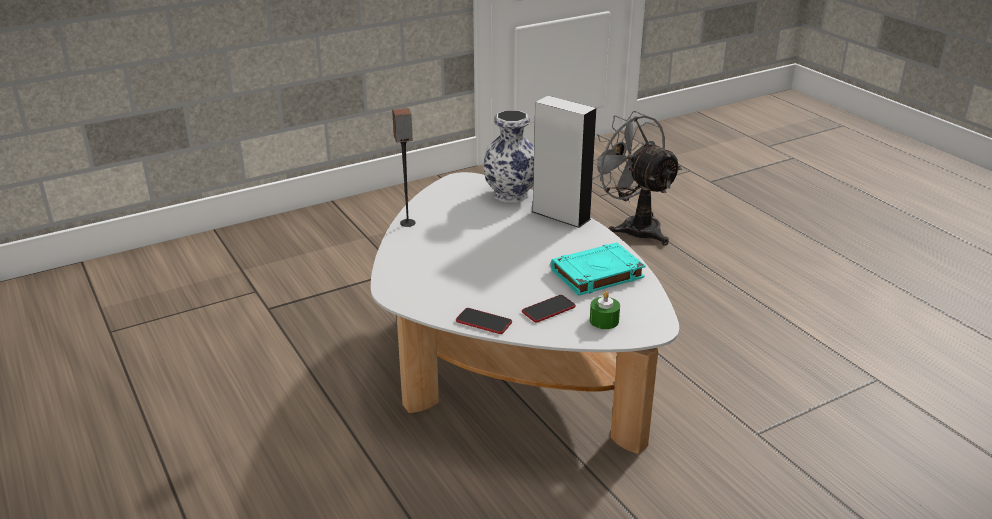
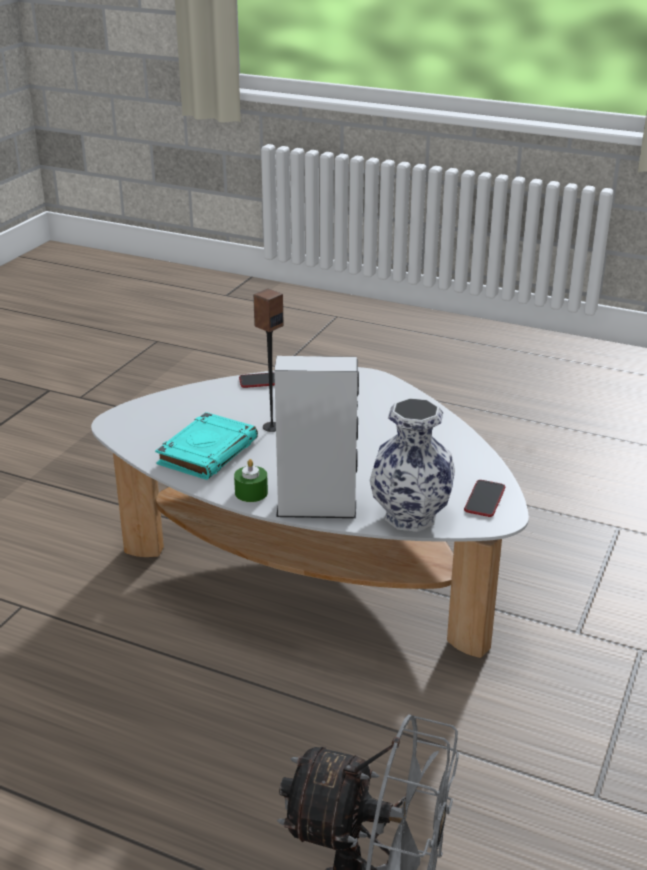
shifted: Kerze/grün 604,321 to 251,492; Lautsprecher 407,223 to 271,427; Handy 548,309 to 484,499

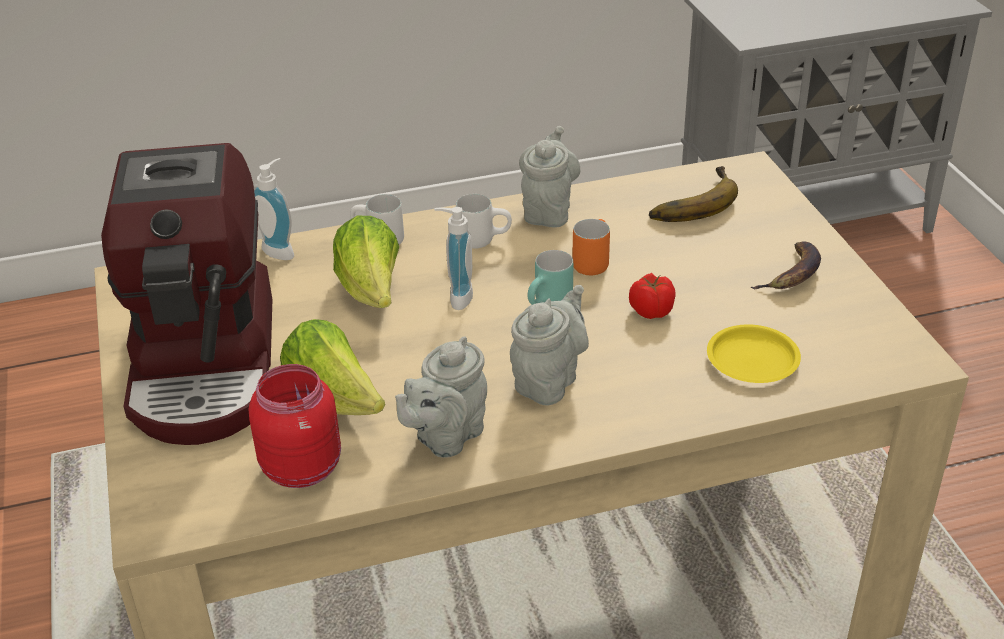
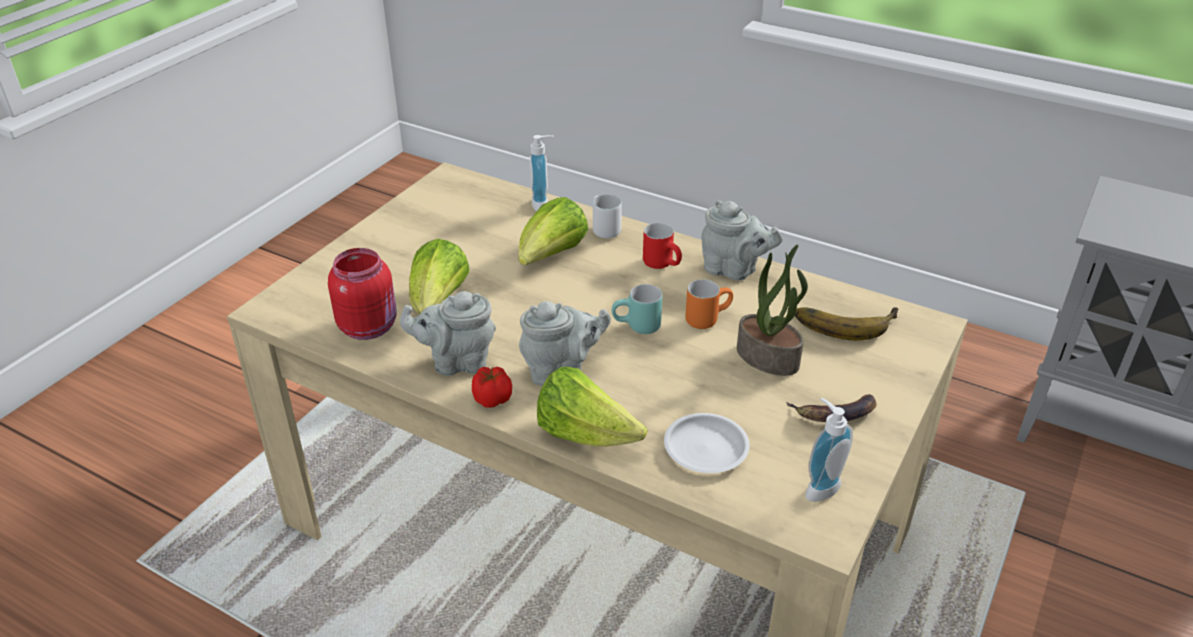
gone: Kaffeemaschine 207,365
new: Salatkopf 585,434; Topfpflanze 769,357
shifted: Tomate 650,310 to 492,398; Seifenspender 456,297 to 819,487
repainted: Henkelbecher/weiß 483,239 to Henkelbecher/rot 664,264; Teller/gelb 751,359 to Teller/weiß 705,447
rotated: Teekanne/grau 548,211 = 734,270 60 degrees clockwise

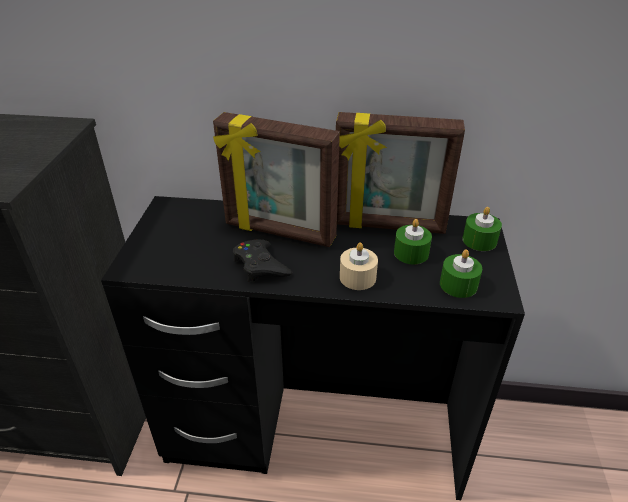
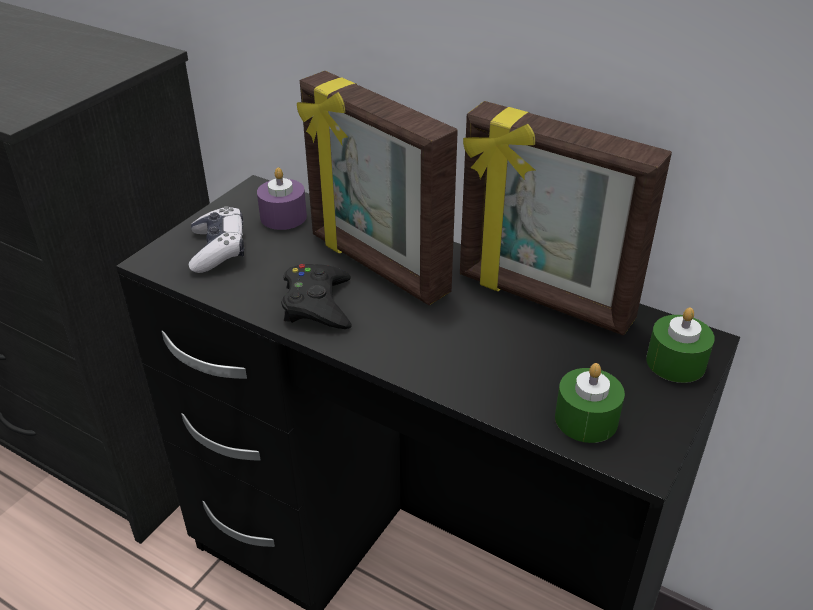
gone: Kerze/beige 357,277; Kerze/grün 411,253
new: Gamepad 218,250; Kerze/lila 283,217

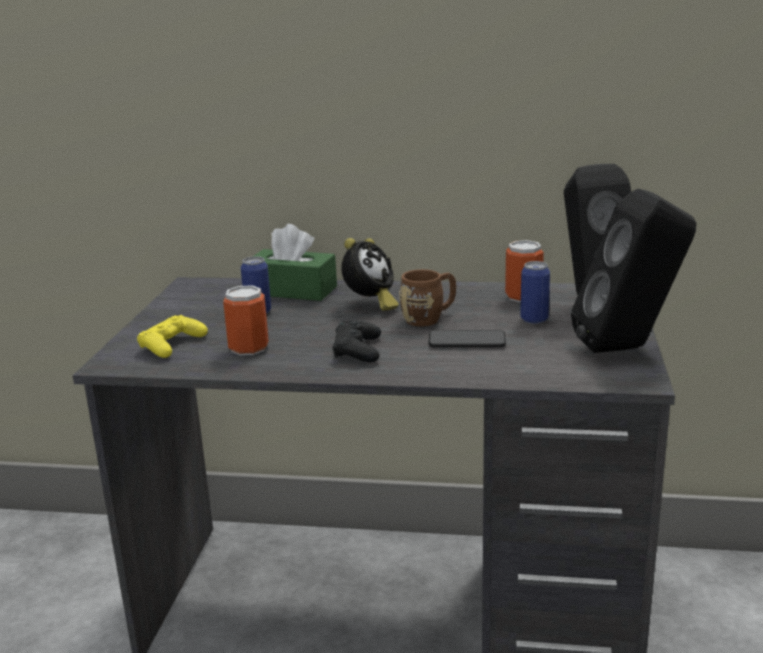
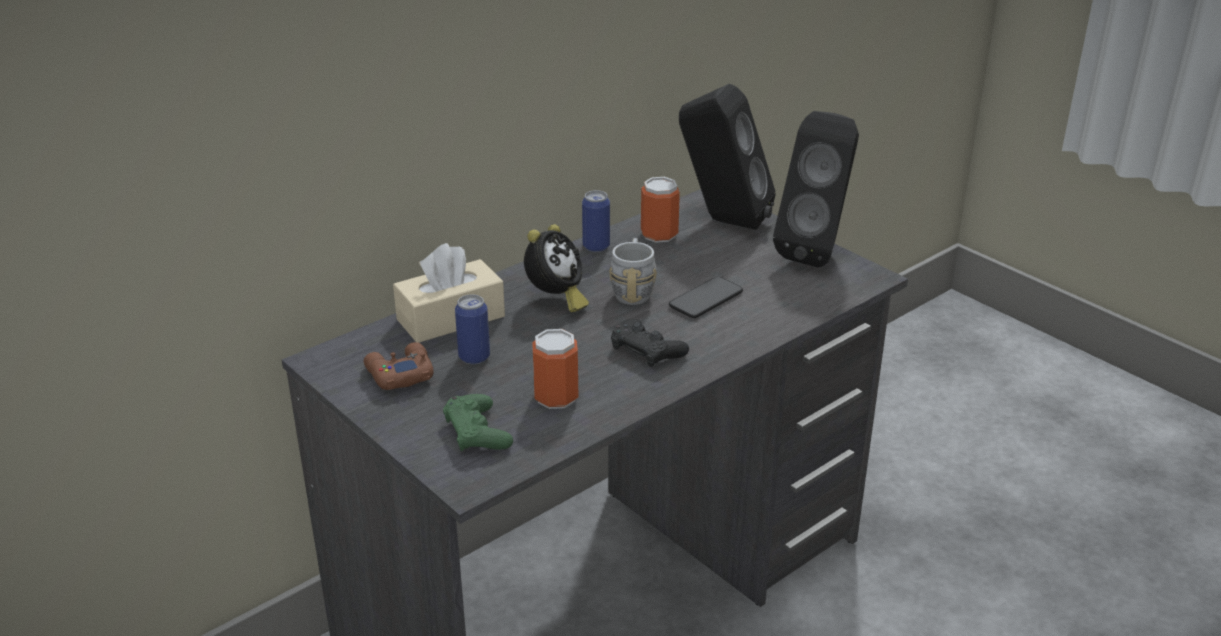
new: Gamepad/braun 399,374
shifted: Dose 534,319 to 596,246
repainted: Taschentuchbox/grün 292,290 to Taschentuchbox/beige 451,318; Gamepad/gelb 172,344 to Gamepad/grün 477,432; Henkelbecher/braun 430,318 to Henkelbecher/grau 633,290
rotated: Wecker 370,304 = 555,299 45 degrees clockwise

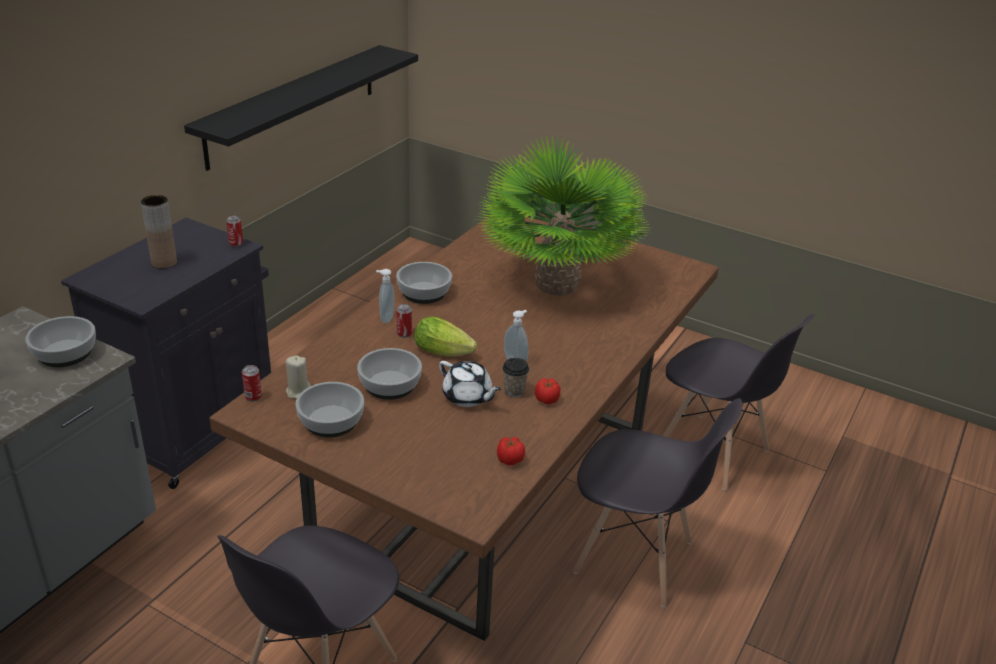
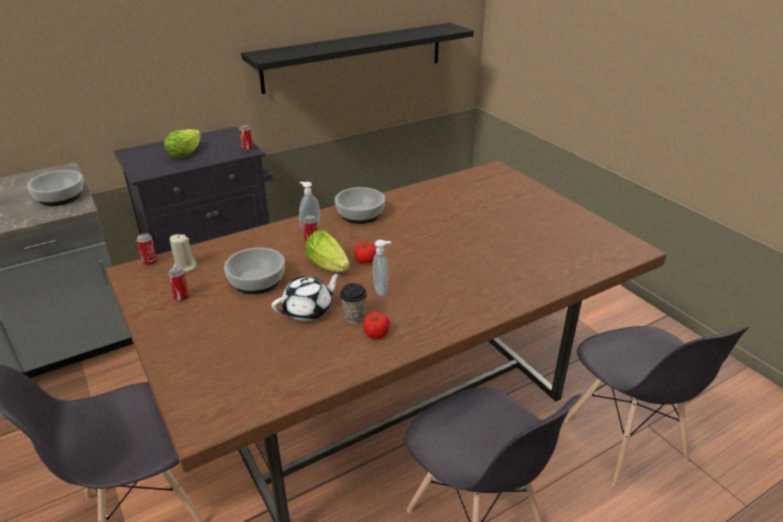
gone: Topfpflanze 556,284
shifted: Tomate 509,459 to 365,260
swapped: Vase/braun 164,263 to Salatkopf 187,152; Schüssel 330,421 to Dose 181,297
rotated: Teekanne/weiß 468,397 = 308,310 105 degrees counterclockwise

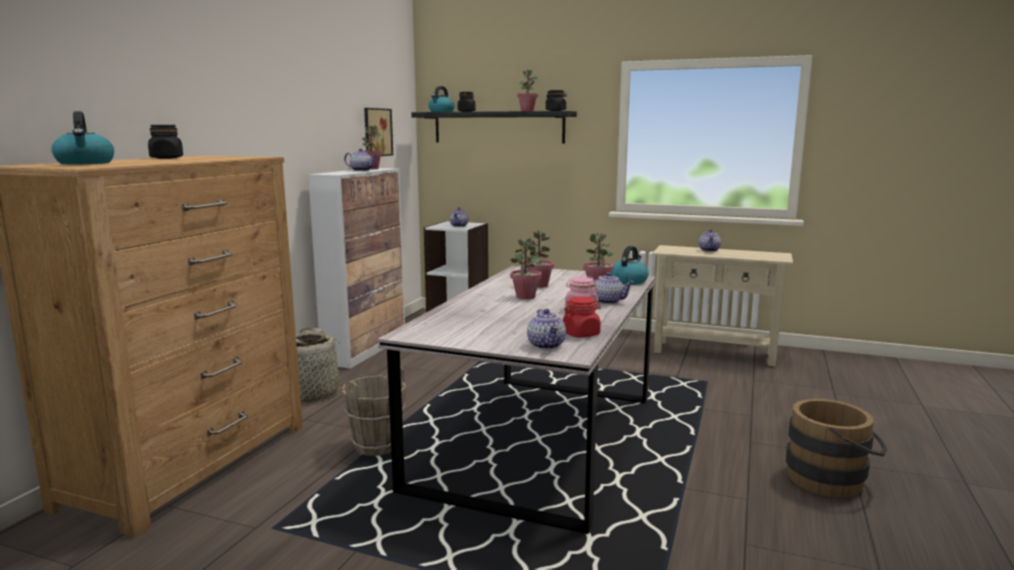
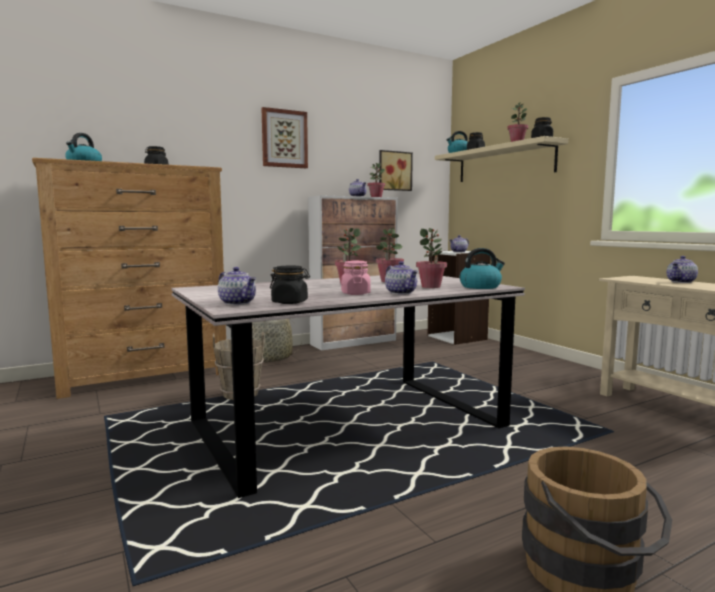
new: Bild 284,139
repainted: Vorratsglas/rot 581,334 to Vorratsglas/schwarz 290,302; Wandregal/schwarz 498,127 to Wandregal/beige 504,163
rotated: Teekanne 547,345 = 238,303 75 degrees counterclockwise

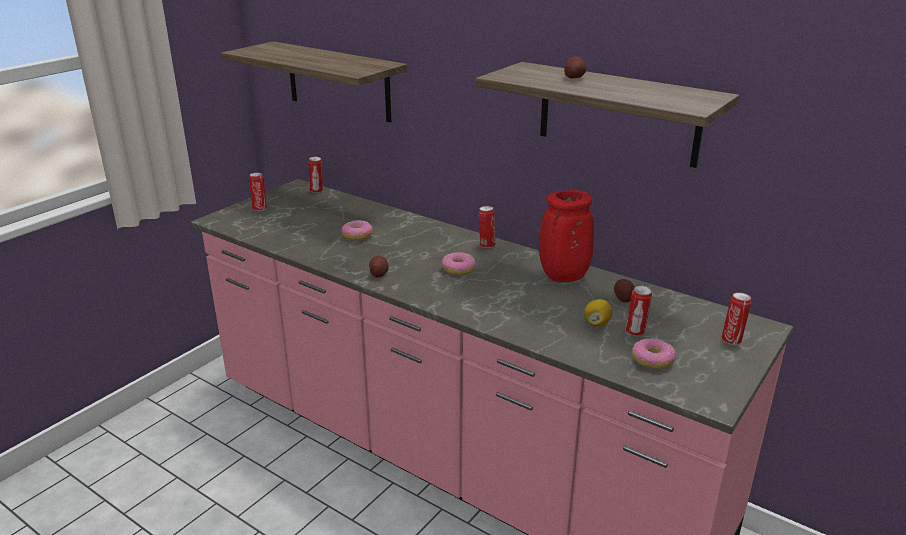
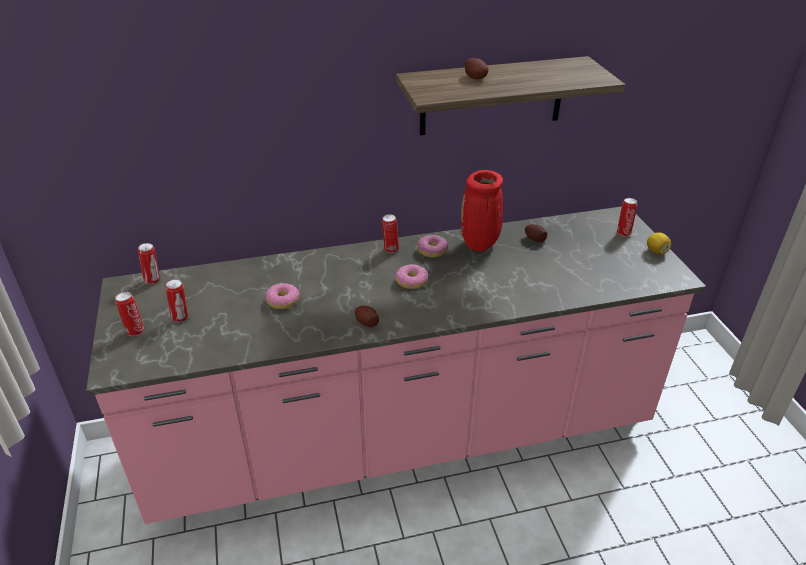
gone: Wandregal 338,81
shifted: Dose 635,332 to 181,317; Donut 652,360 to 432,251; Zitrone 597,323 to 656,251

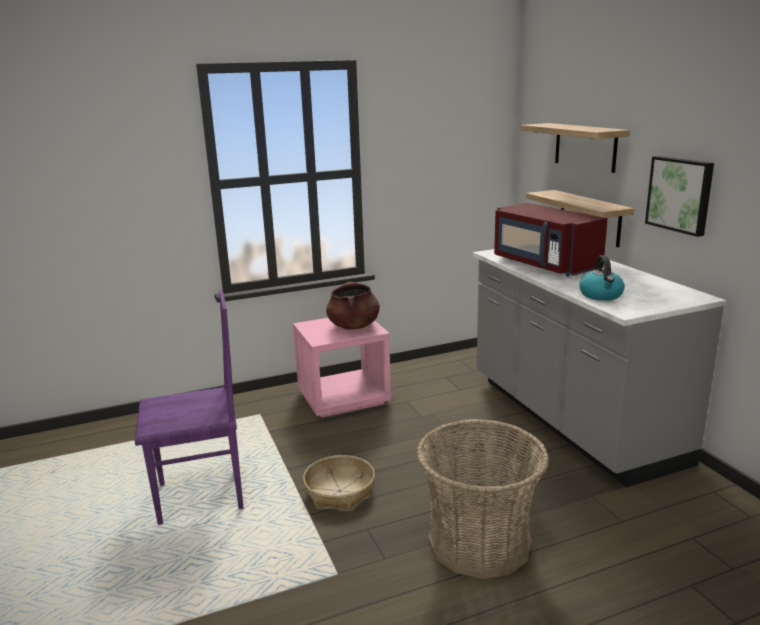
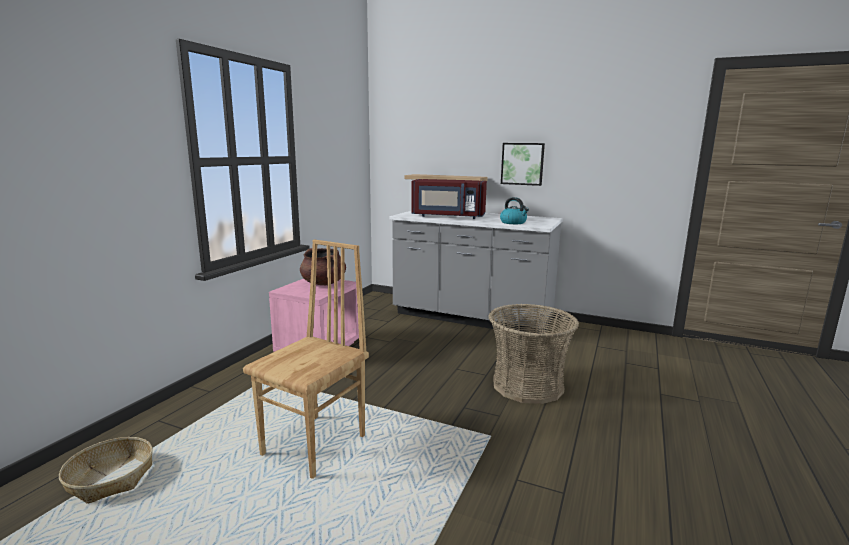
gone: Wandregal 585,147
shifted: Korb 339,491 to 110,478
repainted: Stuhl/lila 201,498 to Stuhl/braun 316,445

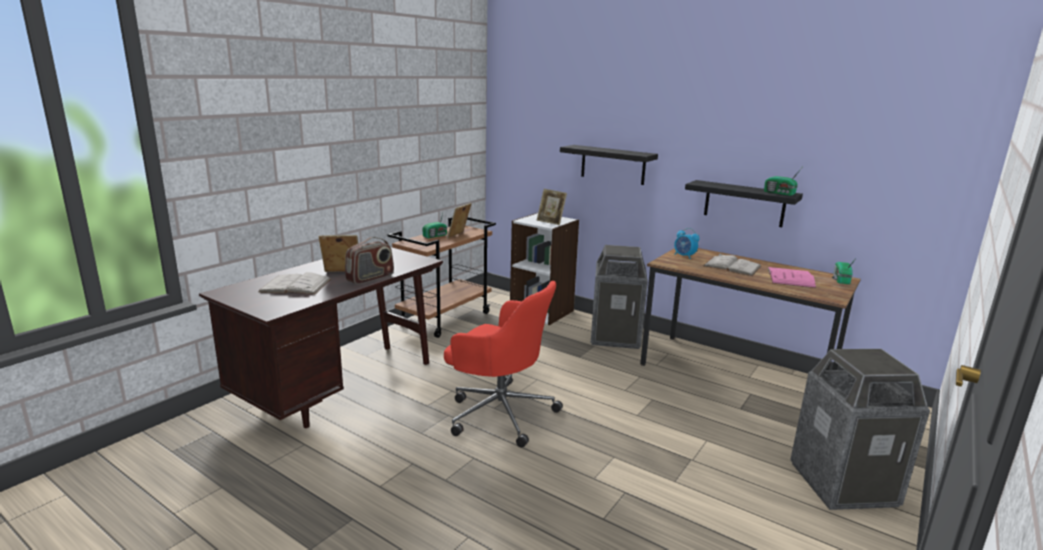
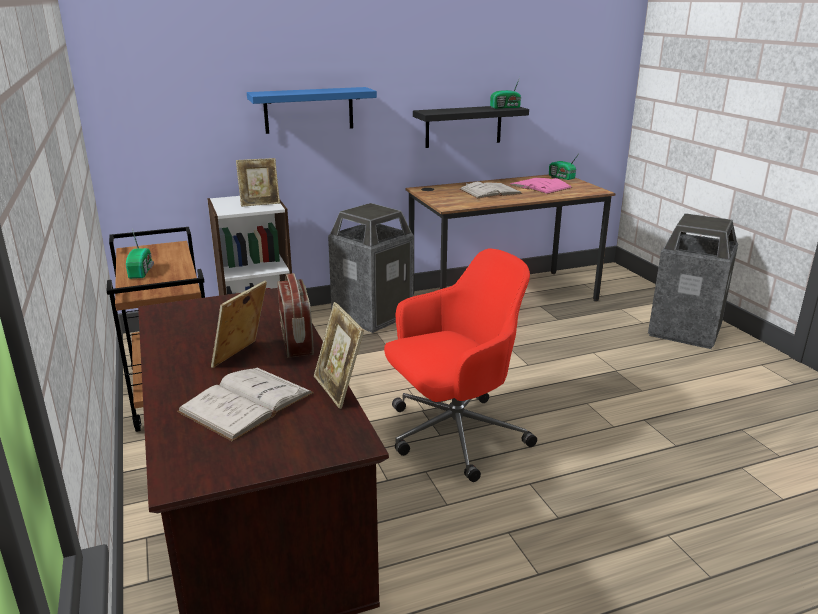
gone: Wecker 684,256
shifted: Bilderrahmen 459,236 to 339,389
repainted: Wandregal/schwarz 613,164 to Wandregal/blau 309,110

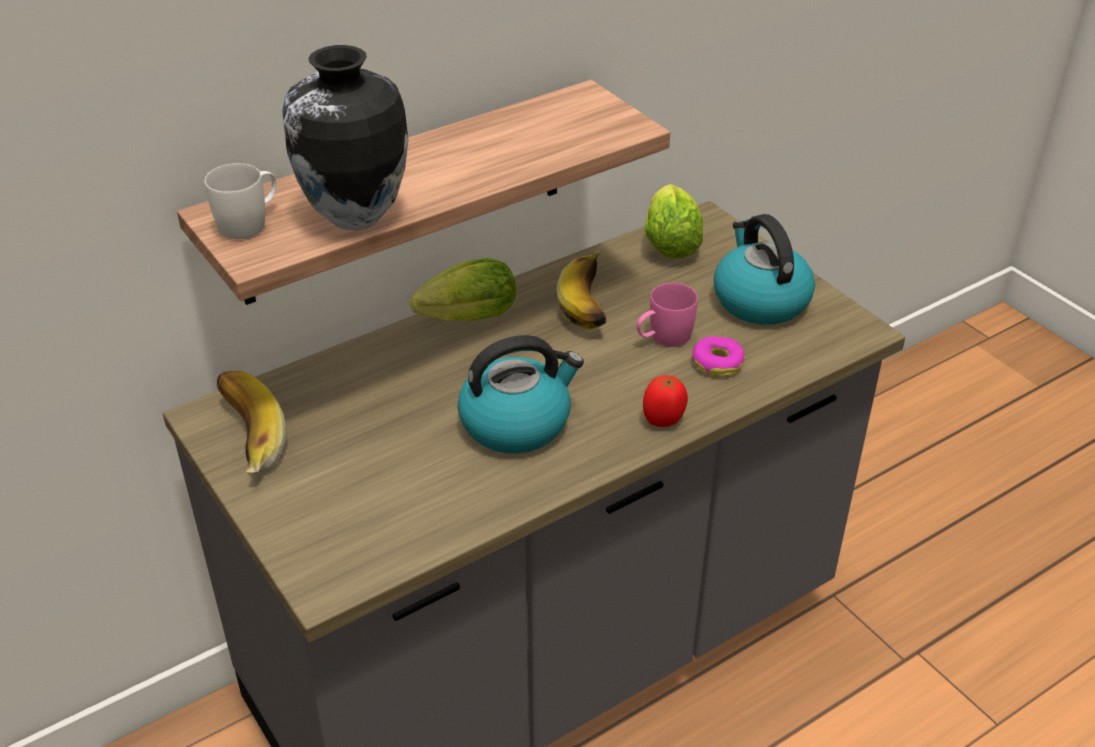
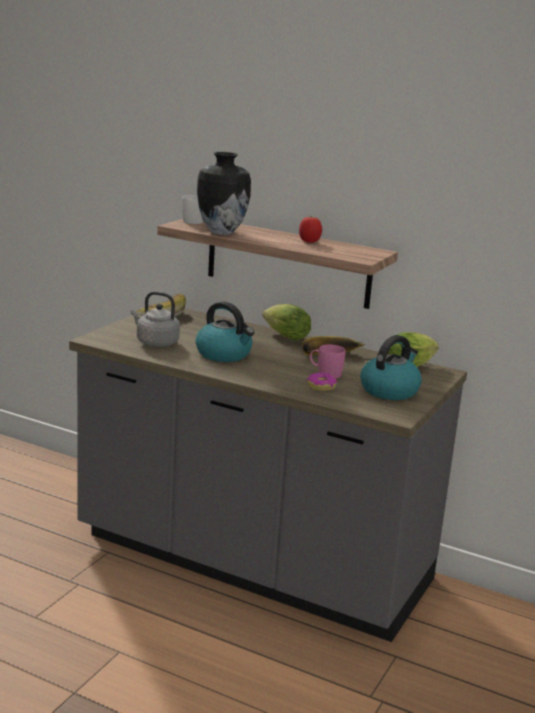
new: Wasserkessel/grau 155,343
shifted: Tomate 664,420 to 309,241

